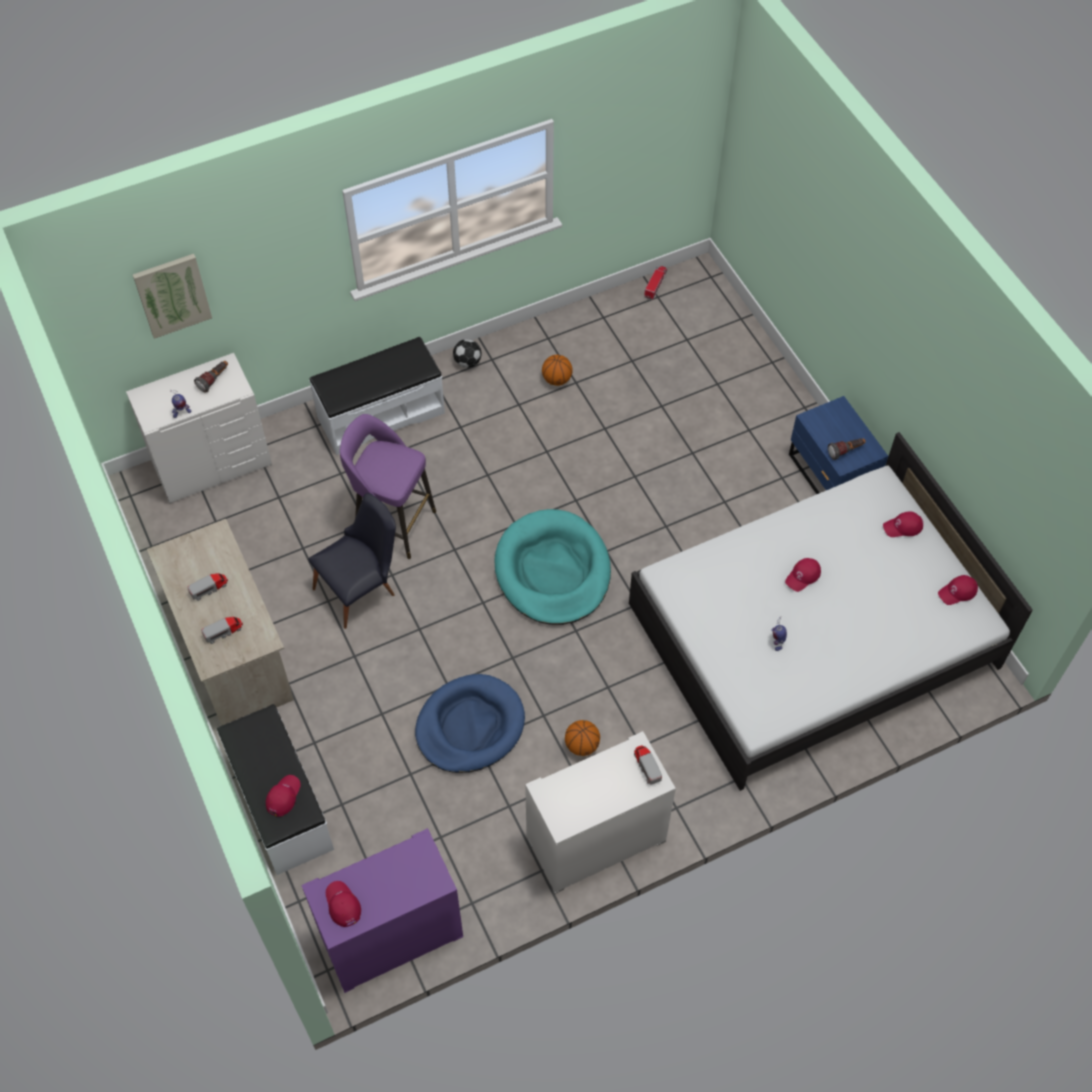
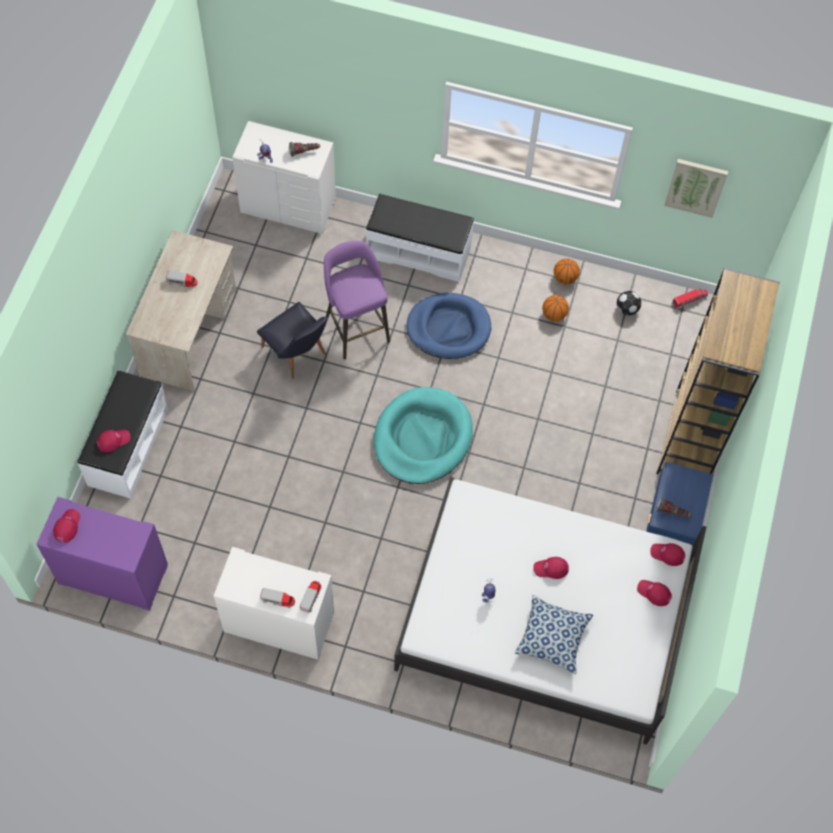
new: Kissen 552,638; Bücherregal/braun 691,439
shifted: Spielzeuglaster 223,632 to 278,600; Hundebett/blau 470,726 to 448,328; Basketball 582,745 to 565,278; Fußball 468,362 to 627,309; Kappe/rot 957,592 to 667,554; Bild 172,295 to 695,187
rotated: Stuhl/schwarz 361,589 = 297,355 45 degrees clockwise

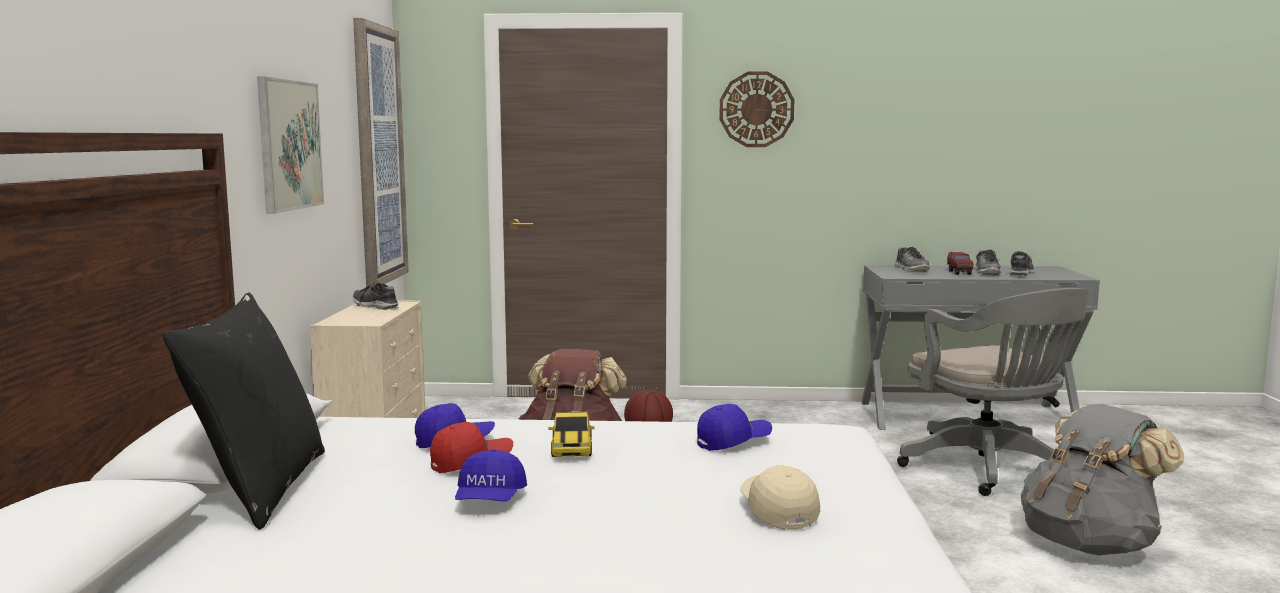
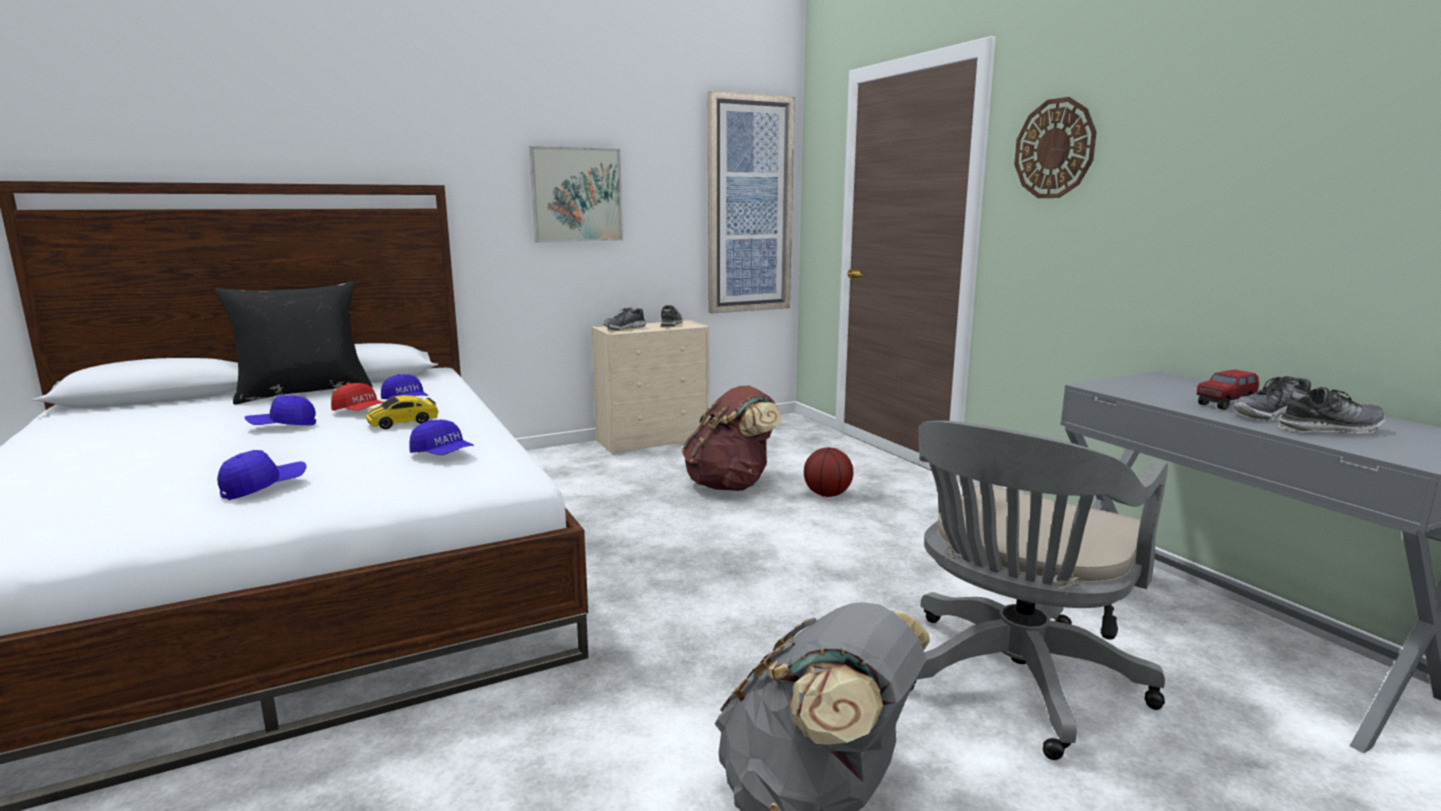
shifted: Schuh 911,270 to 624,328
repainted: Kappe/beige 777,511 to Kappe/blau 264,487

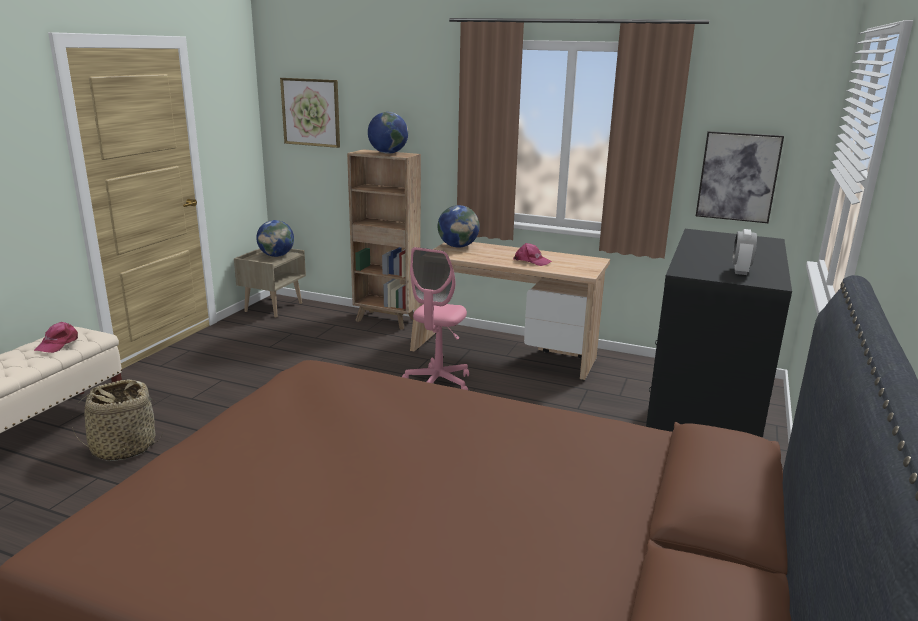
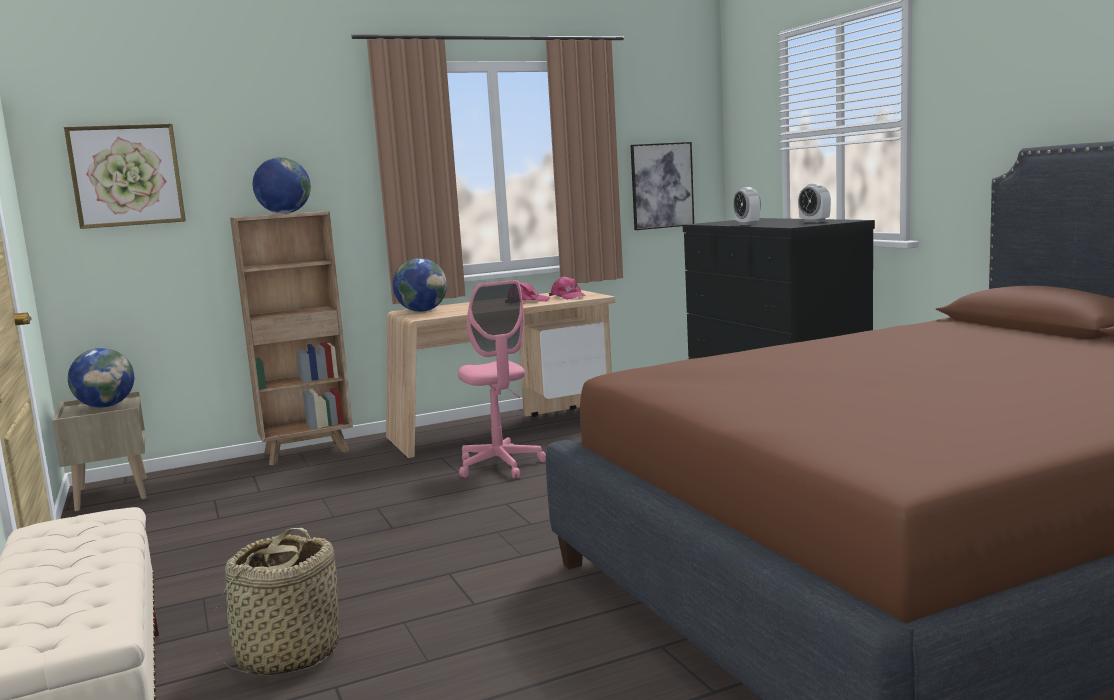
new: Wecker 747,224
shifted: Kappe/rosa 58,344 to 568,297

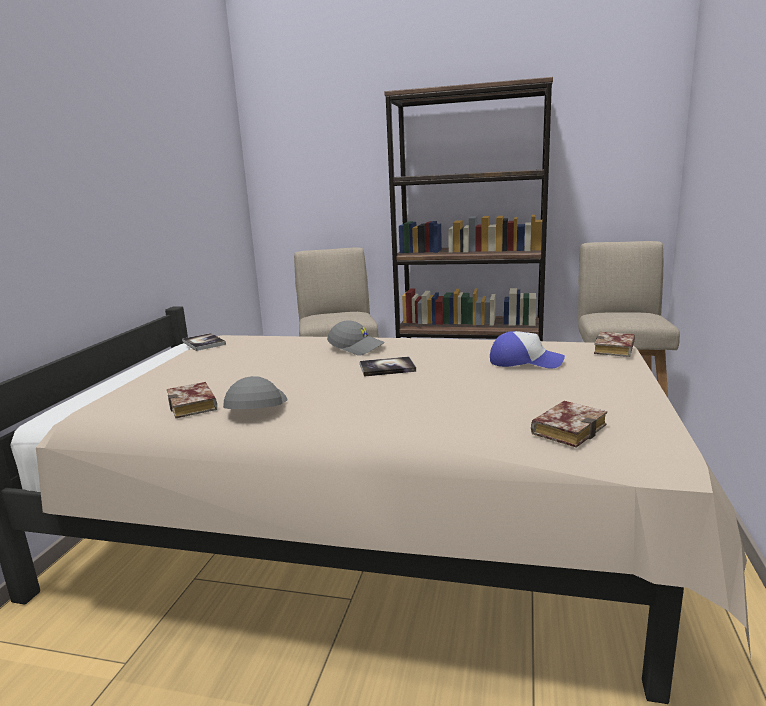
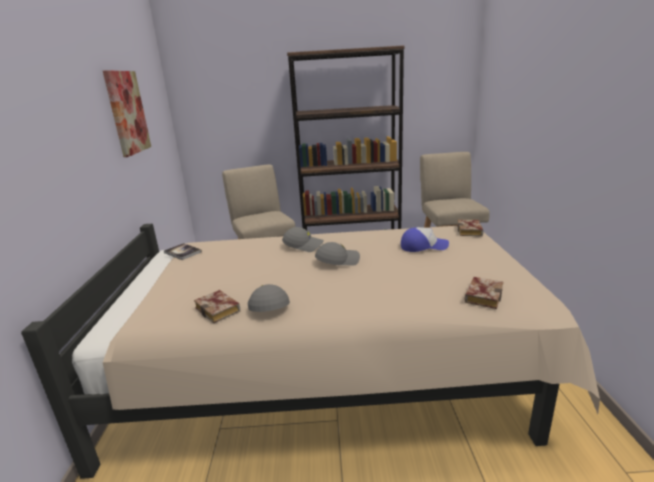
new: Bild 127,112
swapped: Buch 387,368 to Kappe/grau 337,261

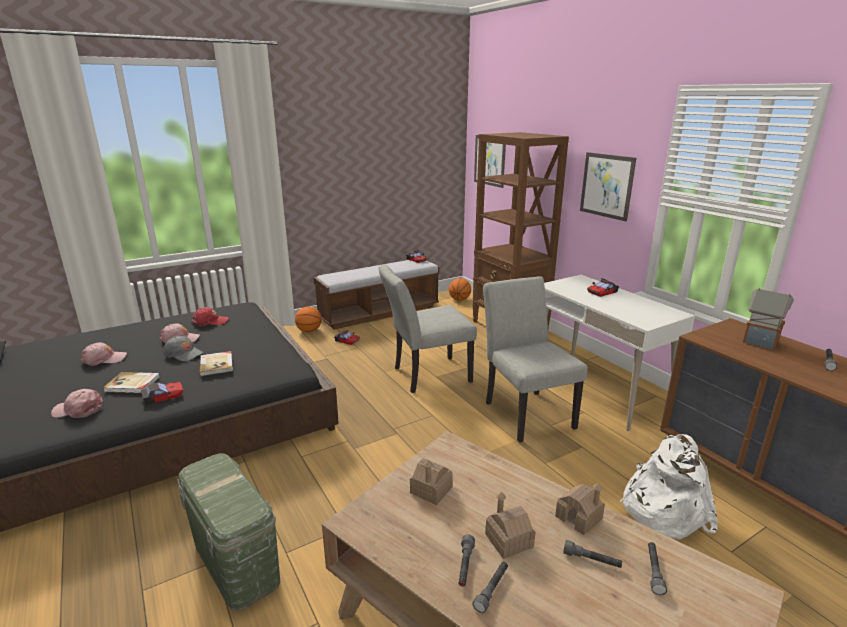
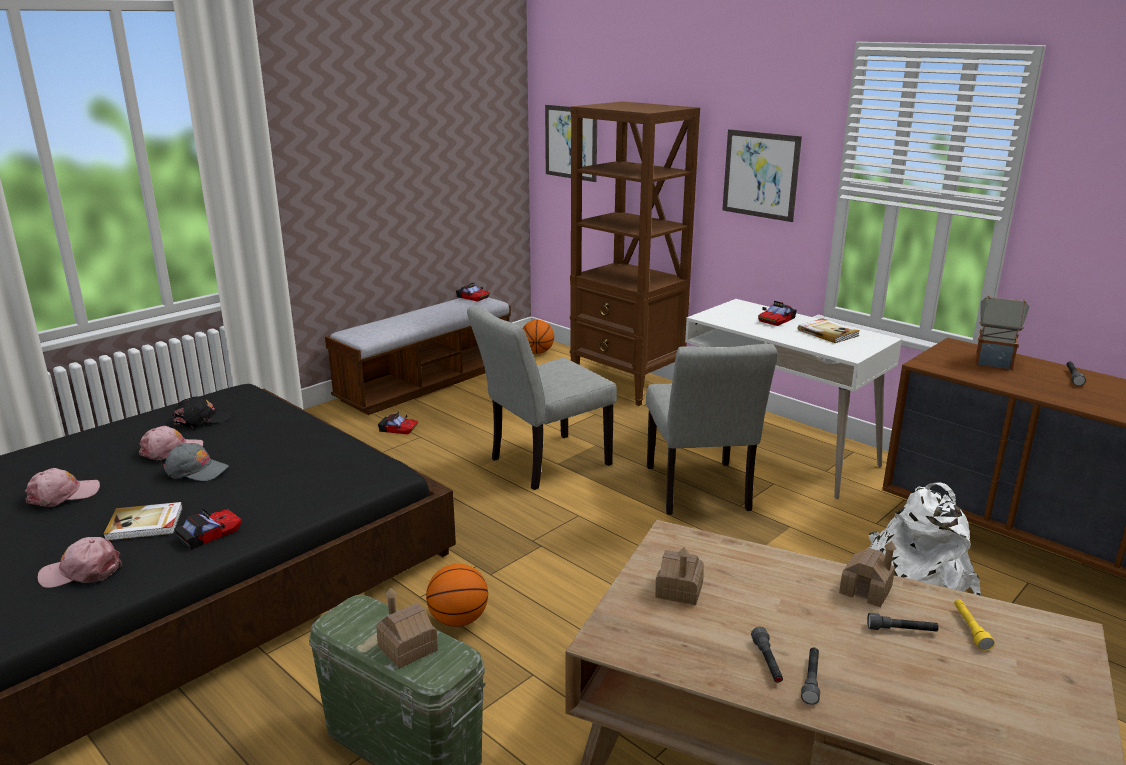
shifted: Spielzeughaus 508,540 to 407,648; Basketball 309,331 to 458,620; Buch 217,365 to 828,333
repainted: Kappe/rot 210,321 to Kappe/schwarz 203,419; Taschenlampe/grau 654,571 to Taschenlampe/gelb 970,629
rotated: Stuhl/grau 525,411 = 699,493 150 degrees counterclockwise

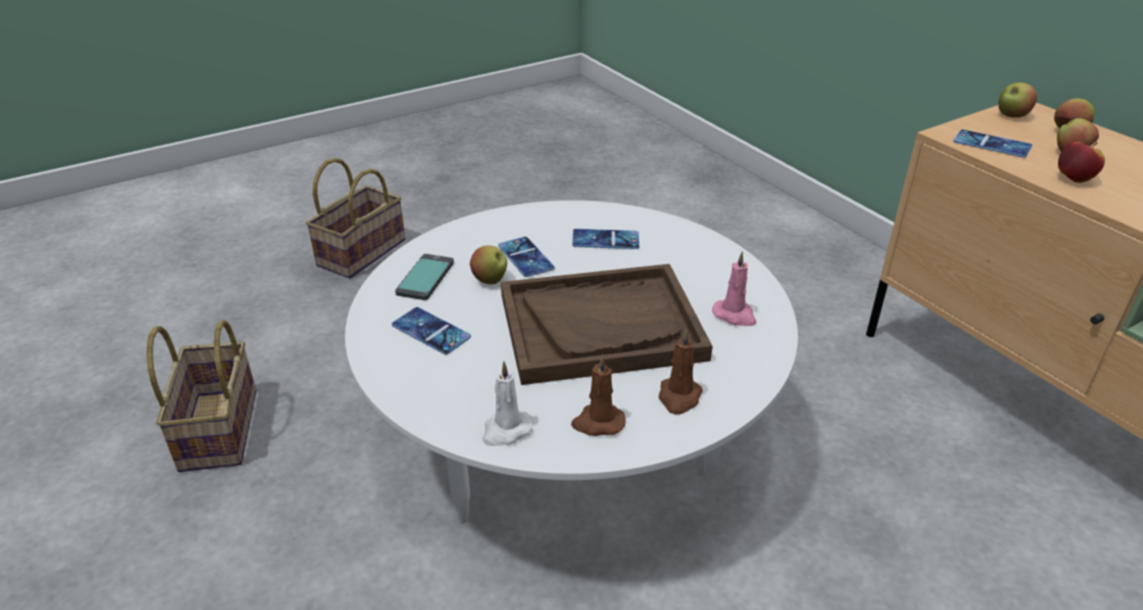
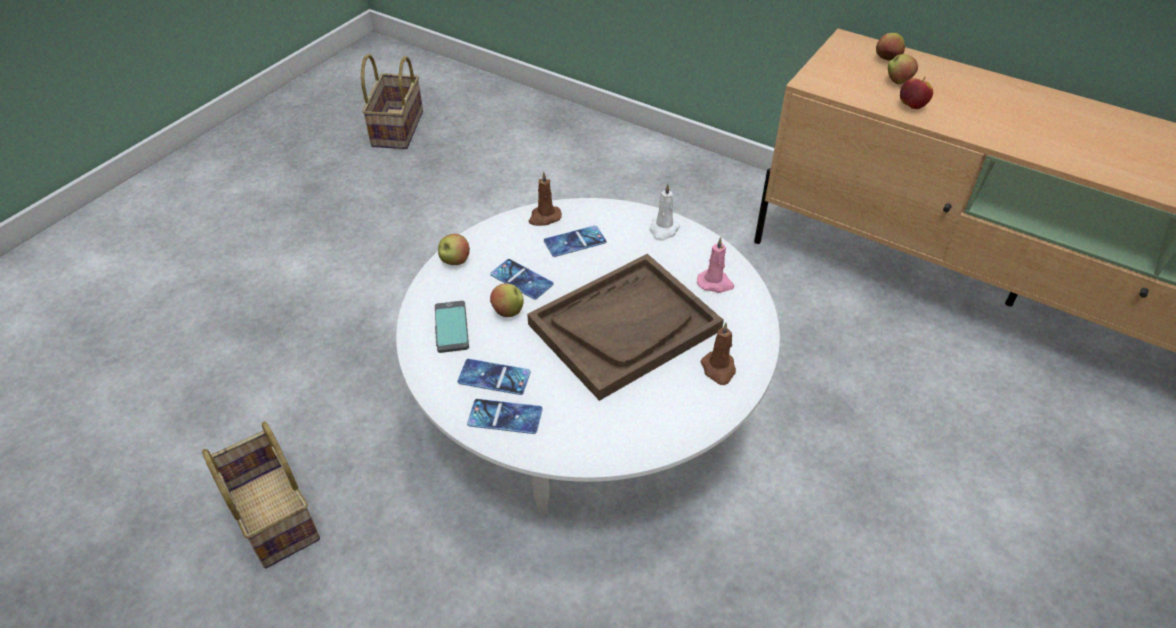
shifted: Korb 362,251 to 396,127; Apfel 1011,116 to 455,261; Handy 992,144 to 505,417; Kerze/braun 598,423 to 544,217; Kerze/weiß 506,430 to 663,230

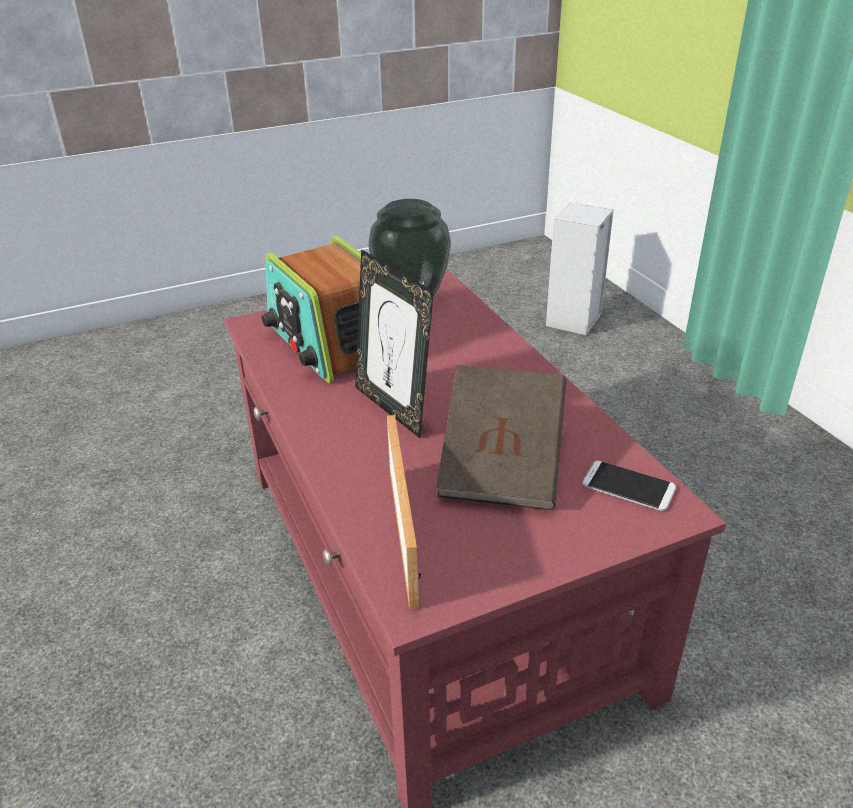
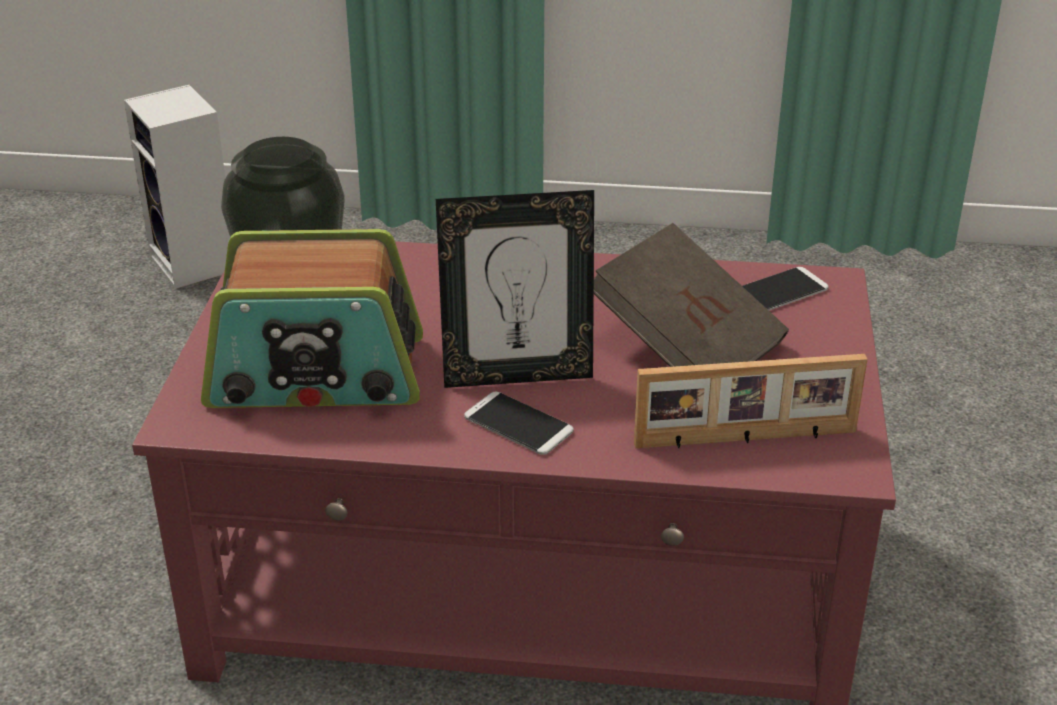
new: Handy 518,424
rotated: Bilderrahmen 406,534 = 746,439 150 degrees clockwise

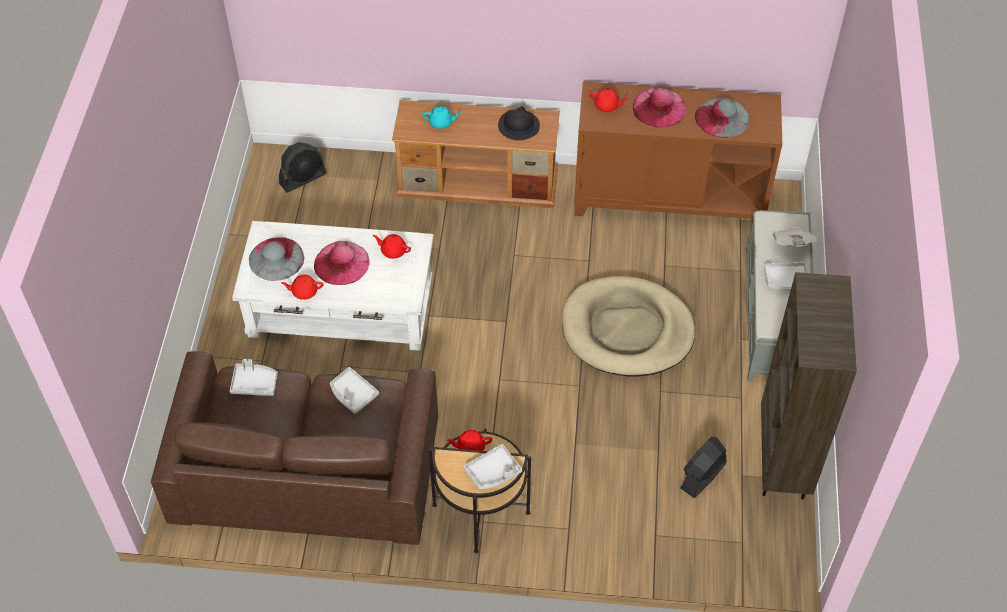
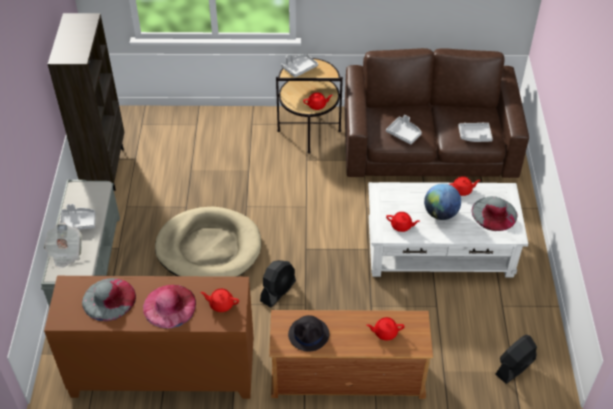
shifted: Ventilator/schwarz 702,476 to 278,291
swapped: Hut/rosa 341,263 to Globus 440,213
repainted: Teekanne/türkis 441,122 to Teekanne/rot 385,332

